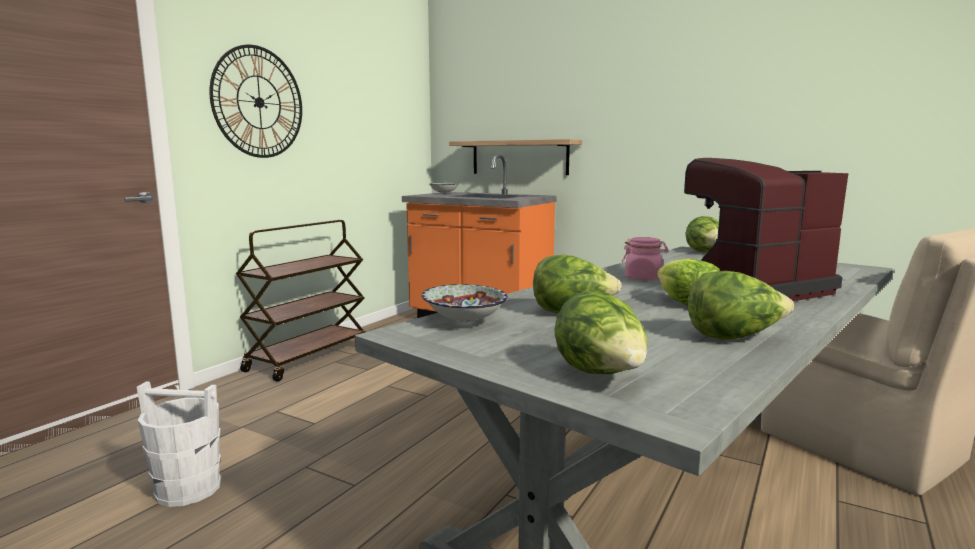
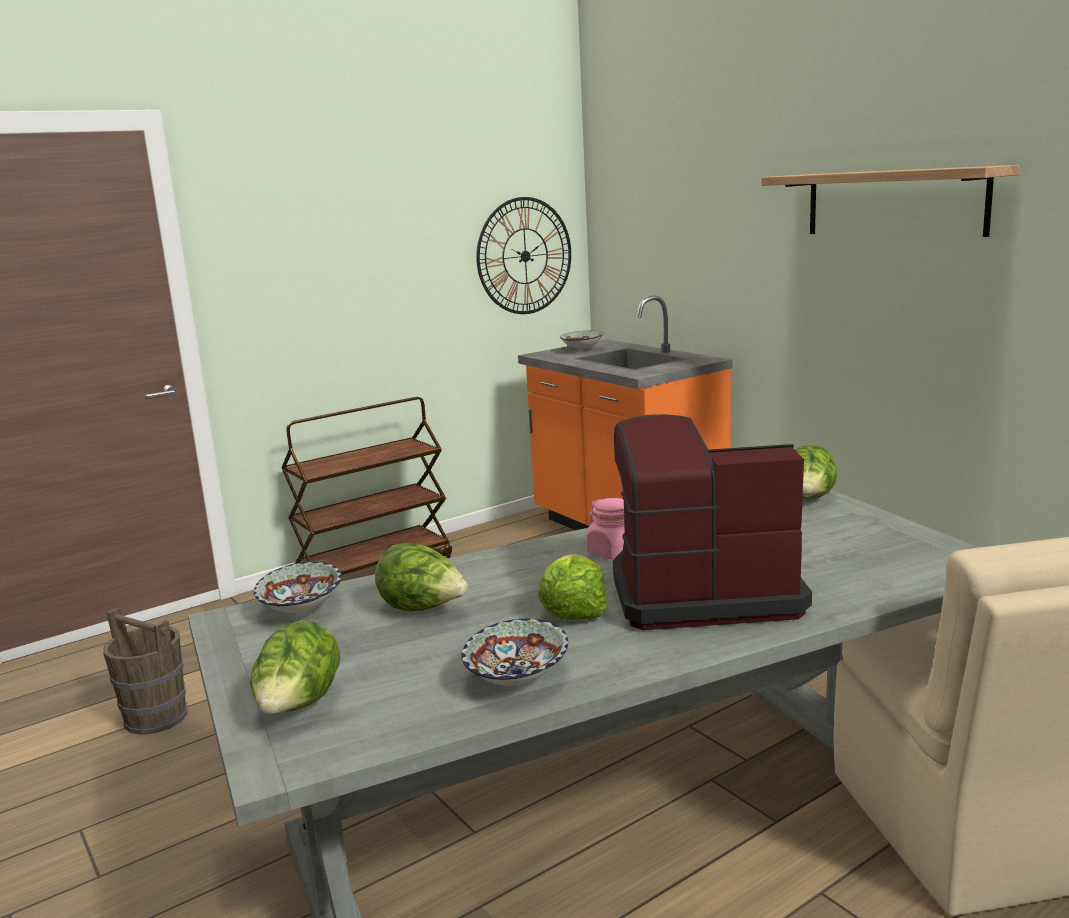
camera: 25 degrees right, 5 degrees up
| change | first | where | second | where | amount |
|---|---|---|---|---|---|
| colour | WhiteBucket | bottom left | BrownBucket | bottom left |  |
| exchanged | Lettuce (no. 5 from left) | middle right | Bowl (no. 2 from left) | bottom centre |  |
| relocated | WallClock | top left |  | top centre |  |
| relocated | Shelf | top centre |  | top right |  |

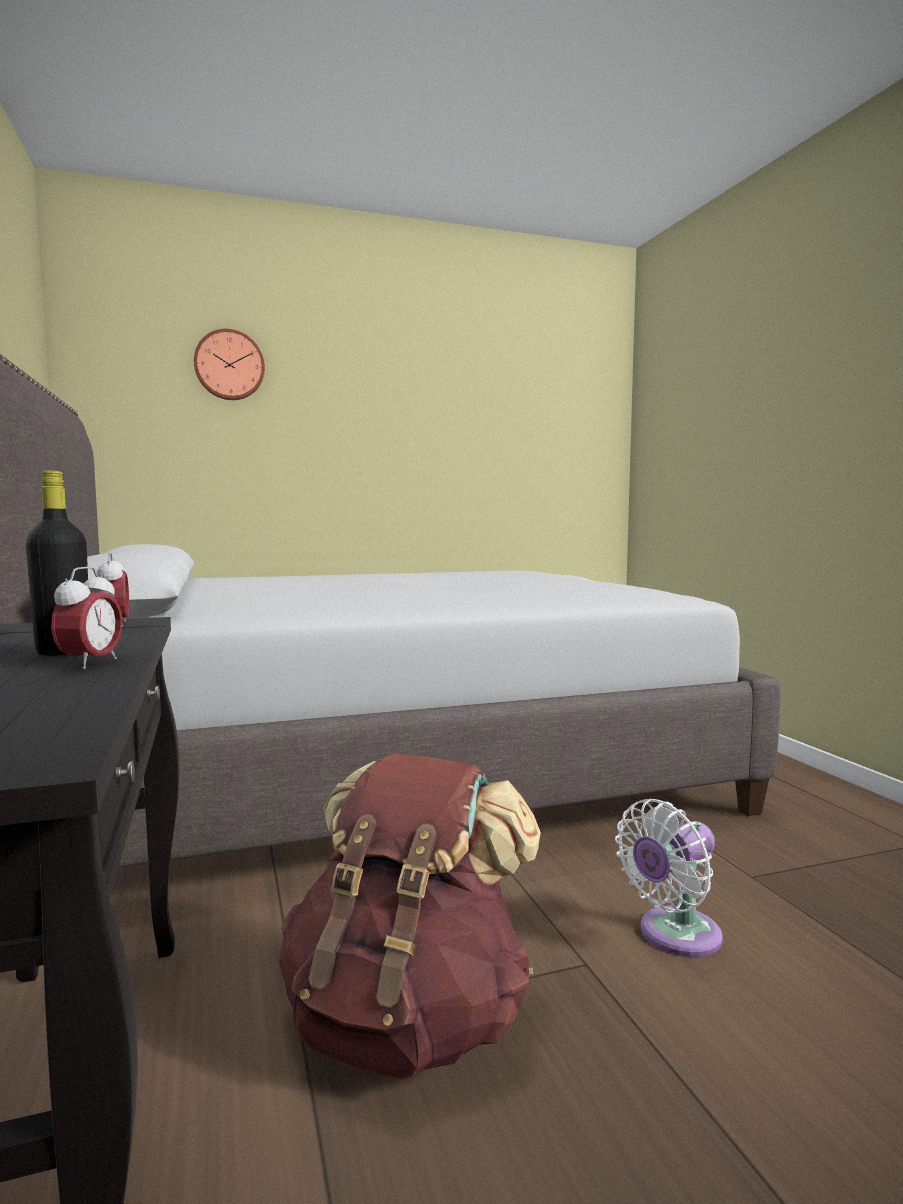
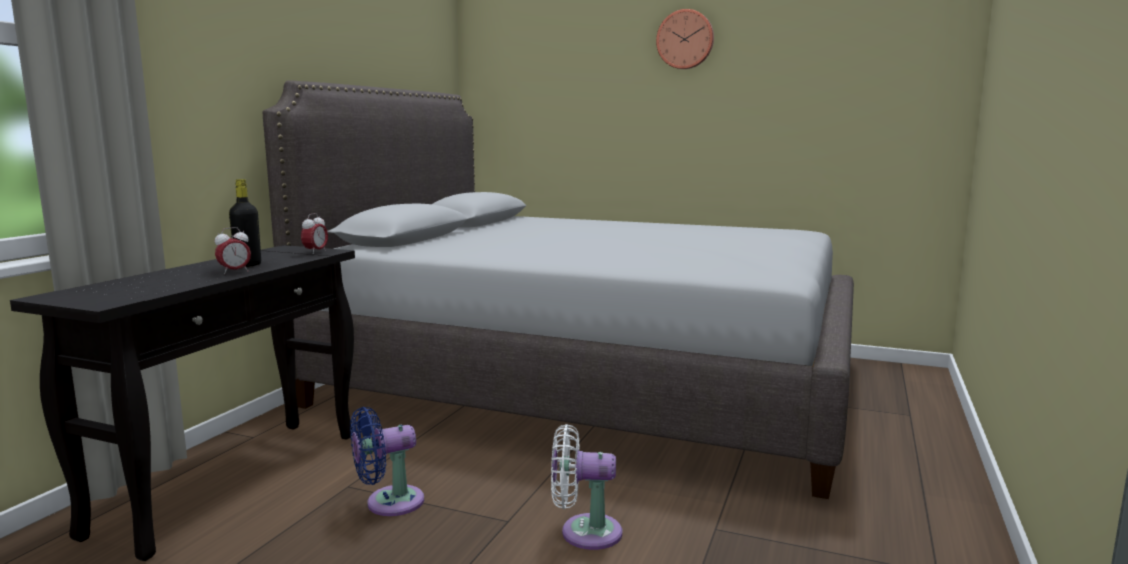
camera: 40 degrees right, 5 degrees up
| change | first | where | second | where | amount |
|---|---|---|---|---|---|
| exchanged | BrownBackpack | bottom centre | BlueFan | bottom centre |  |
| relocated | WallClock | top left |  | top centre |  |

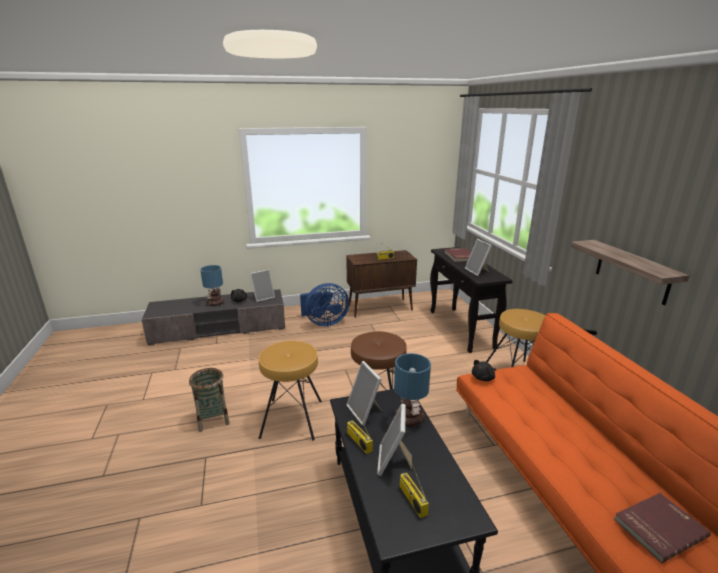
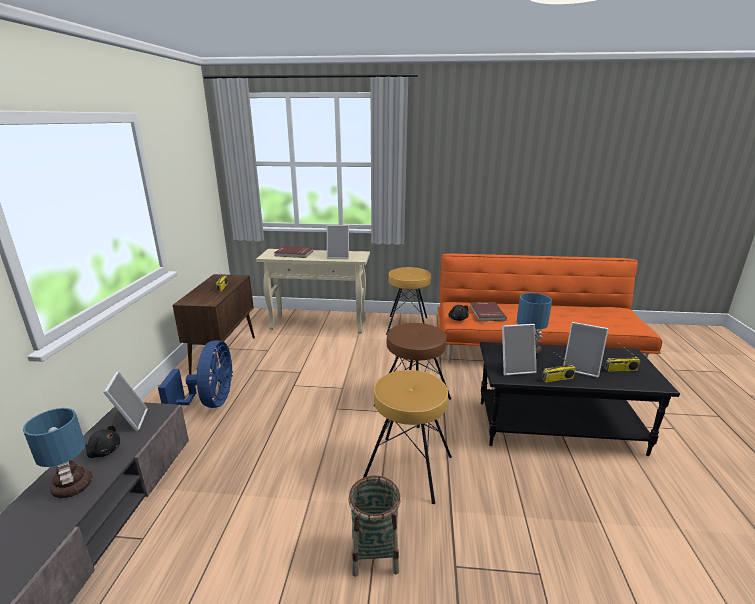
camera: 70 degrees left, 0 degrees up
| change | first | where | second | where | amount |
|---|---|---|---|---|---|
| colour | BlackConsoleTable | centre | BeigeConsoleTable | centre |  |
| relocated | RedBook (no. 2 from left) | bottom right |  | centre |  |
| missing | Shelf | middle right |  |  |  |

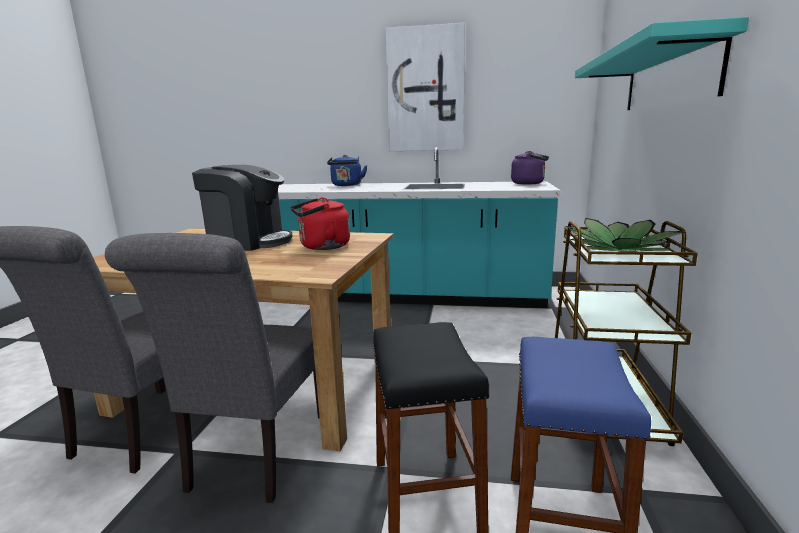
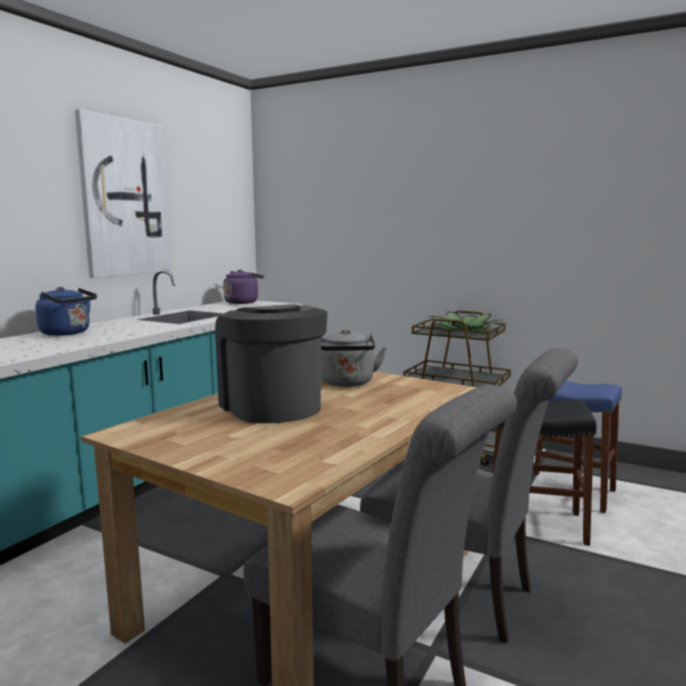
camera: 70 degrees left, 5 degrees down
| change | first | where | second | where | amount |
|---|---|---|---|---|---|
| spun | CoffeeMachine | middle left |  | centre | 60 degrees counterclockwise |
| colour | RedKettle | centre | GreyKettle | centre |  |
| missing | TurquoiseShelf | top right |  |  |  |

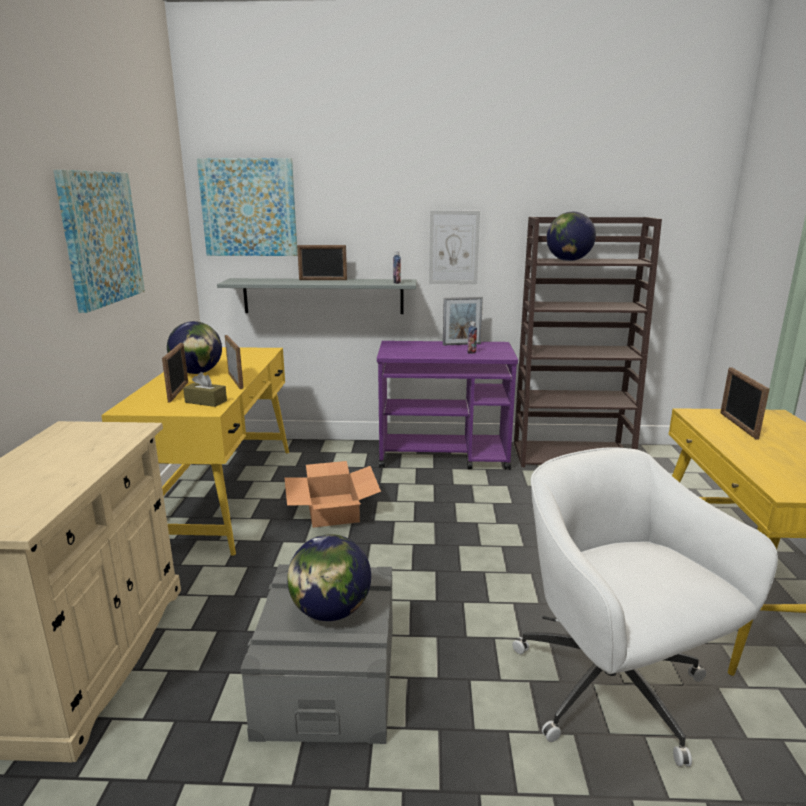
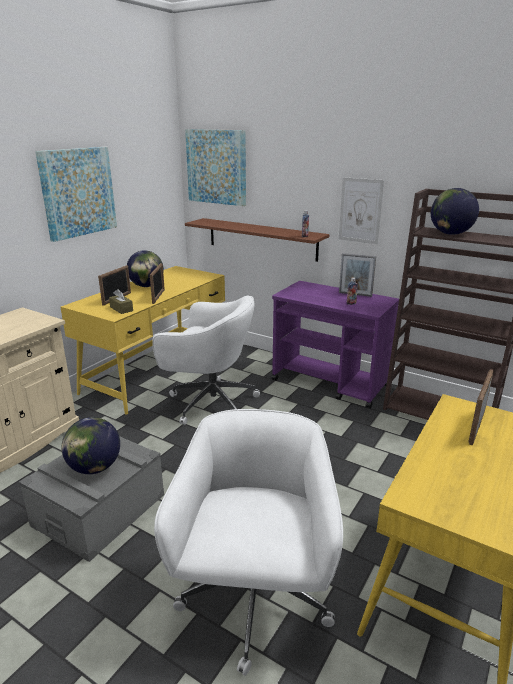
camera: 30 degrees right, 5 degrees up
| change | first | where | second | where | amount |
|---|---|---|---|---|---|
| exchanged | CardboardBox | centre | WhiteOfficeChair (no. 1 from left) | centre |  |
| colour | GreyShelf | centre | BrownShelf | centre |  |
| missing | PictureFrame (no. 3 from left) | top centre |  |  |  |

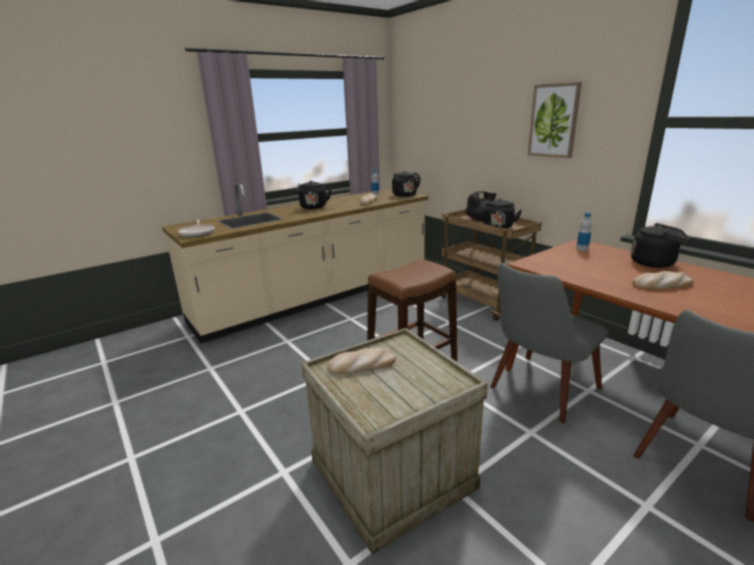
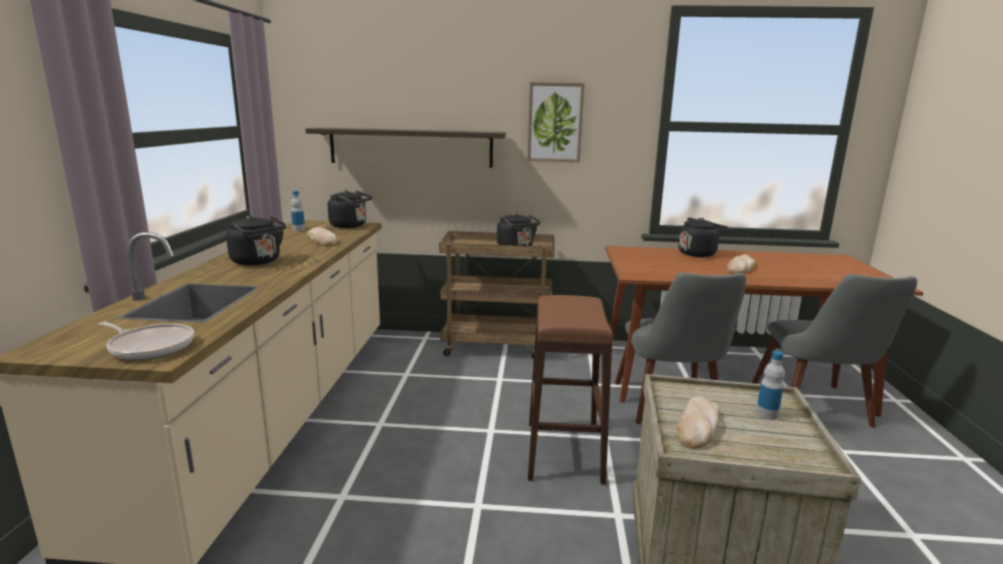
camera: 50 degrees left, 5 degrees down
| change | first | where | second | where | amount |
|---|---|---|---|---|---|
| appeared |  |  | Shelf | top centre |  |
| relocated | Bottle (no. 2 from left) | middle right |  | bottom right |  |
| missing | BlackTeapot | centre |  |  |  |

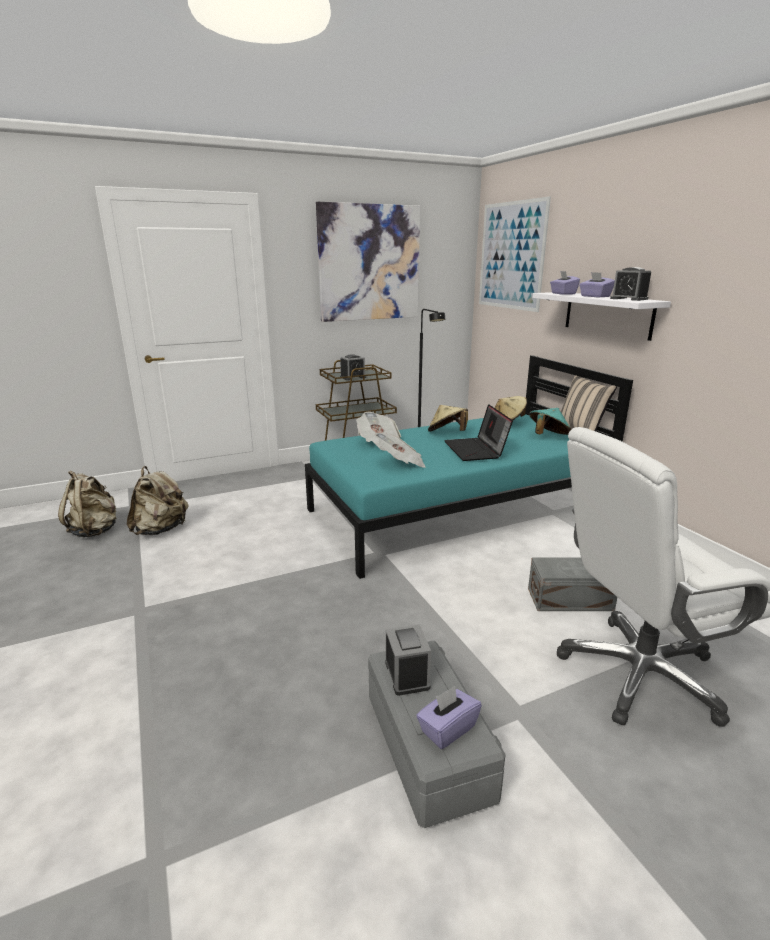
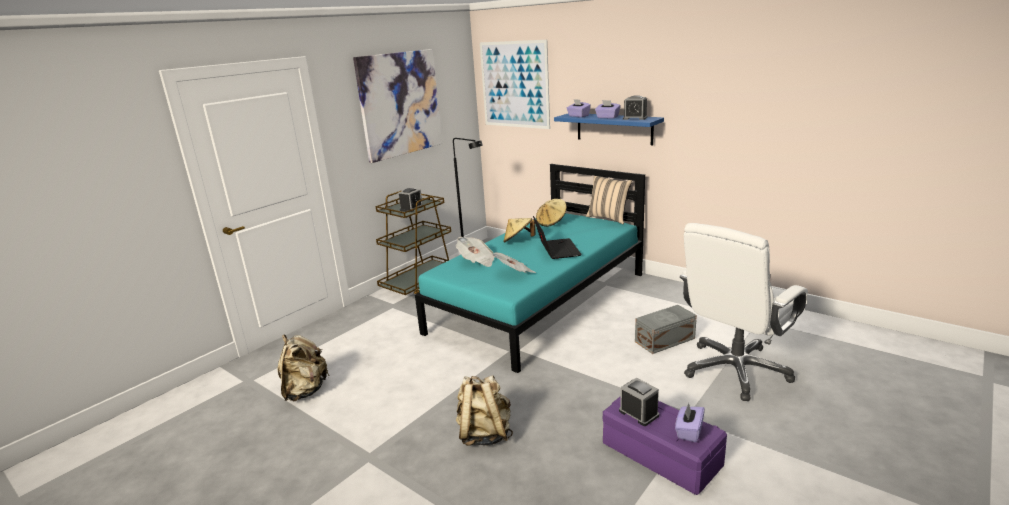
camera: 25 degrees left, 0 degrees up
| change | first | where | second | where | amount |
|---|---|---|---|---|---|
| relocated | BeigeBackpack (no. 1 from left in the first image) | middle left | BeigeBackpack (no. 2 from left) | bottom centre |  |
| spun | Laptop | centre |  | centre | 150 degrees counterclockwise |
| colour | WhiteShelf | middle right | BlueShelf | top centre |  |
| colour | GreyStorageBox (no. 1 from left) | bottom centre | PurpleStorageBox | bottom centre |  |
| missing | TurquoiseHat | middle right |  |  |  |

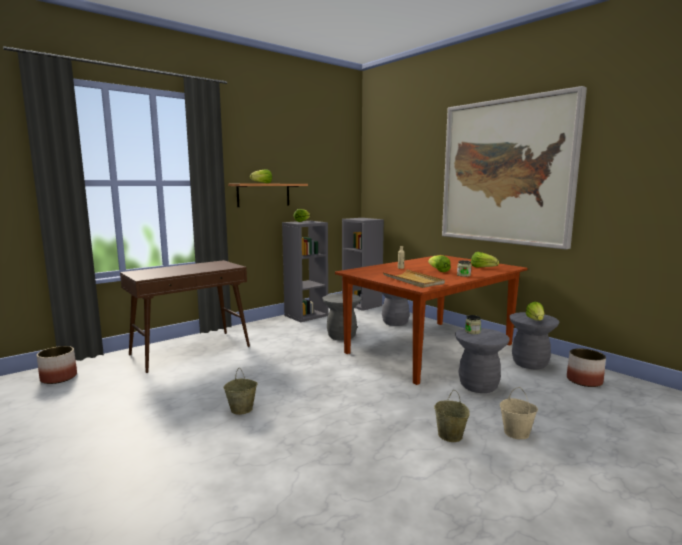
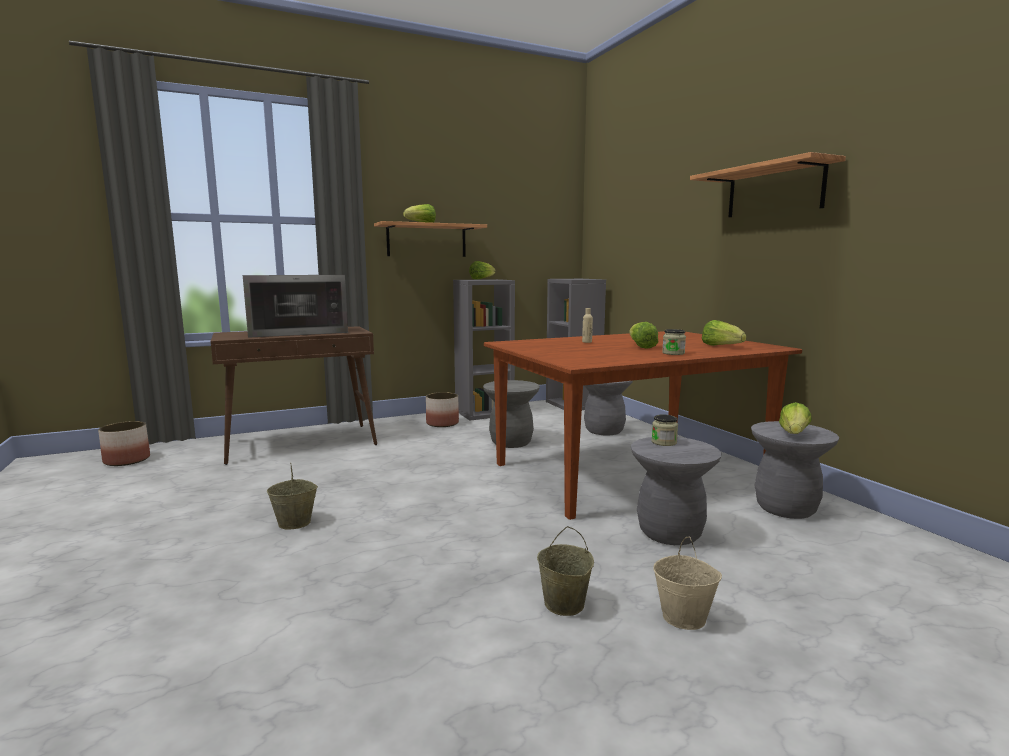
camera: 15 degrees right, 0 degrees up
| change | first | where | second | where | amount |
|---|---|---|---|---|---|
| appeared |  |  | Microwave | middle left |  |
| relocated | Planter (no. 2 from left) | bottom right |  | centre |  |
| exchanged | Picture | top right | Shelf (no. 2 from left) | top right |  |
| missing | BeigeTray | centre |  |  |  |

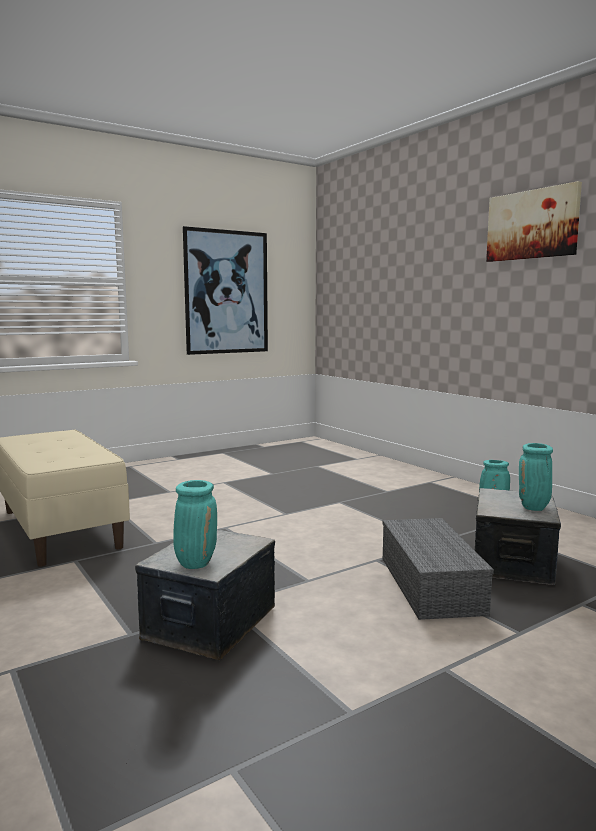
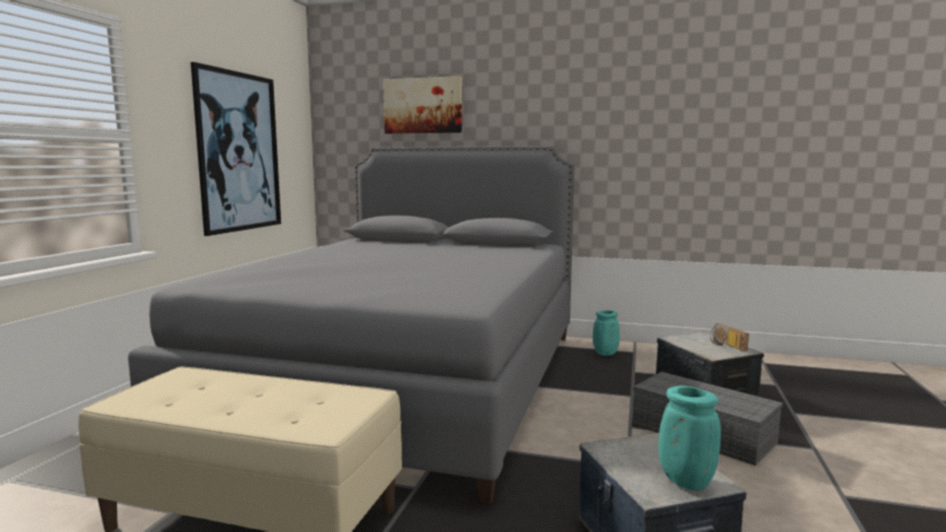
camera: 40 degrees left, 0 degrees up
| change | first | where | second | where | amount |
|---|---|---|---|---|---|
| appeared |  |  | GreyBed | centre |  |
| relocated | Picture (no. 2 from left) | top right |  | top centre |  |
| exchanged | TurquoiseVase (no. 3 from left) | middle right | Radio | middle right |  |

